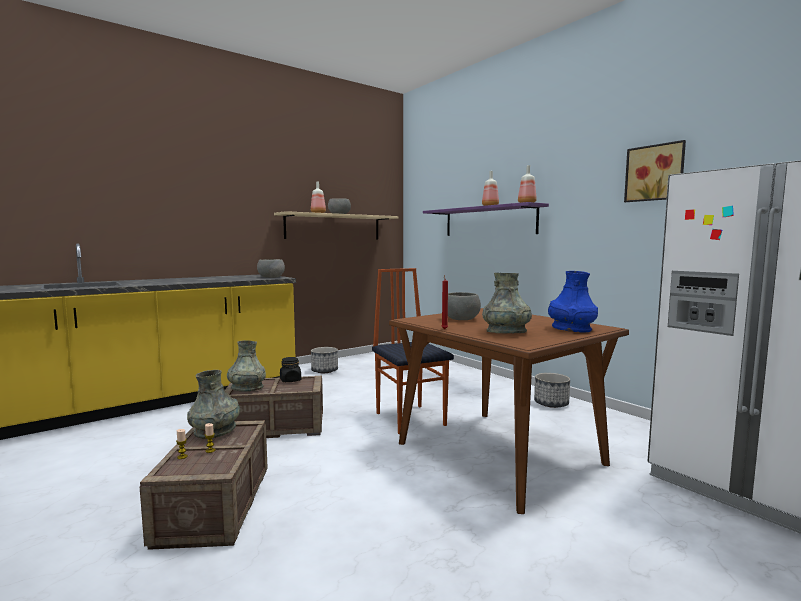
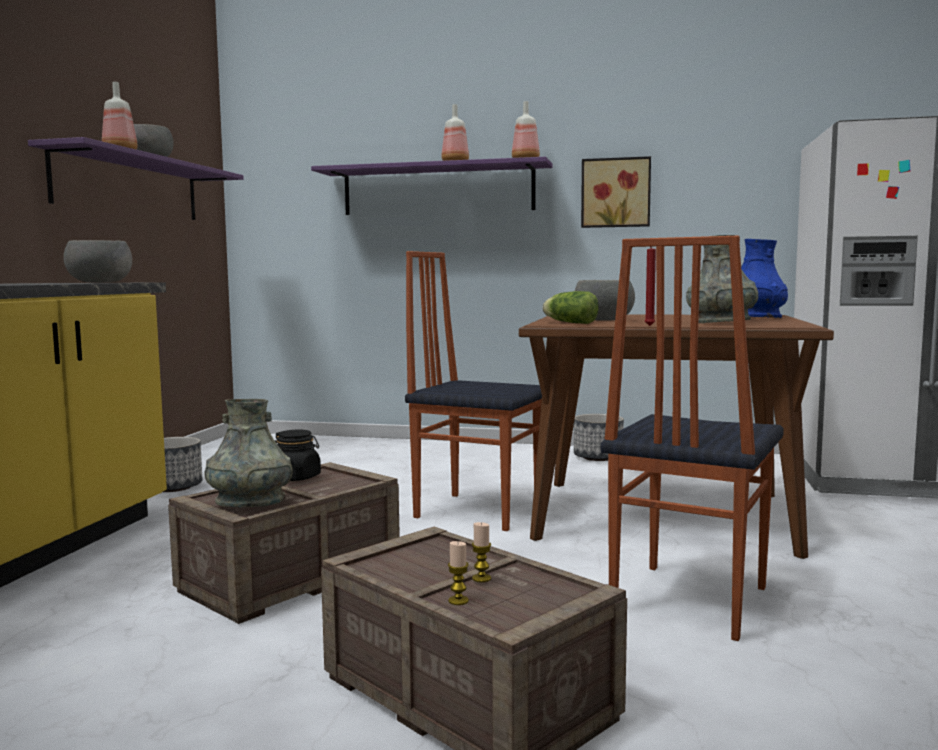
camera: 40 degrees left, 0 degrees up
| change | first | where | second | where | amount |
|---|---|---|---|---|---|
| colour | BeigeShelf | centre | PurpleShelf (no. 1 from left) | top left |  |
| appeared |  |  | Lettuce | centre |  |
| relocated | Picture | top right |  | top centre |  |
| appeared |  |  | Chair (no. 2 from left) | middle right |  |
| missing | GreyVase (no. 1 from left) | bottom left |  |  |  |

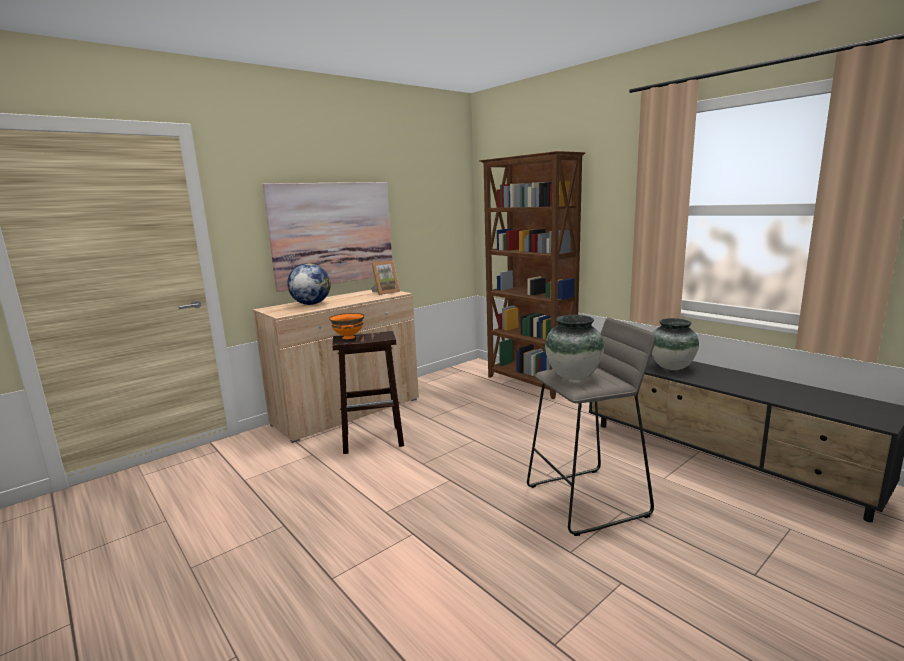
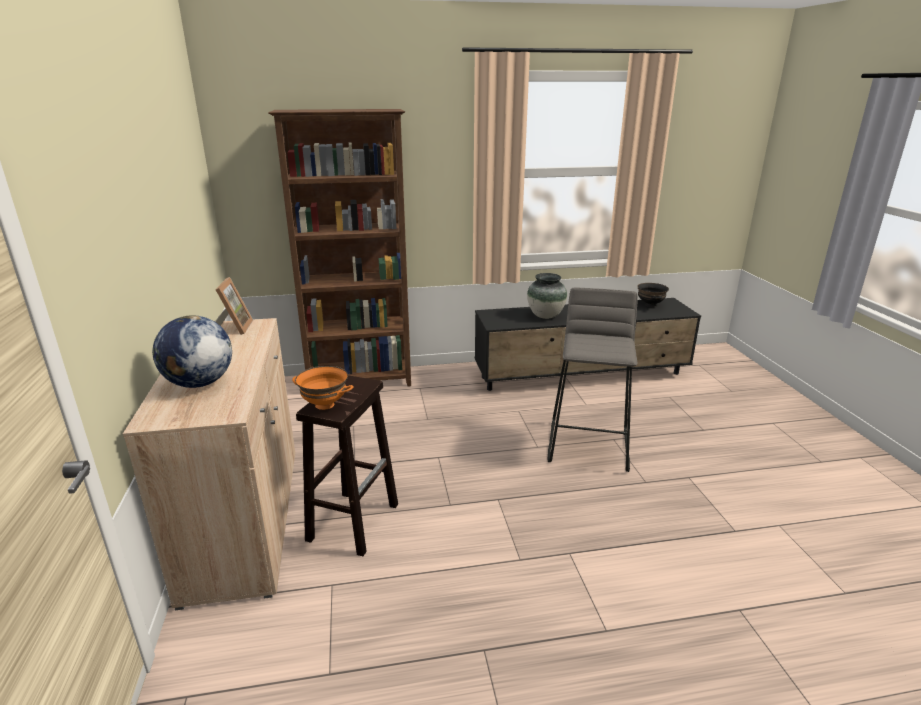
camera: 60 degrees left, 10 degrees up
| change | first | where | second | where | amount |
|---|---|---|---|---|---|
| appeared |  |  | BlackBowl | middle right |  |
| missing | Picture | centre |  |  |  |
| missing | Vase (no. 1 from left) | centre |  |  |  |

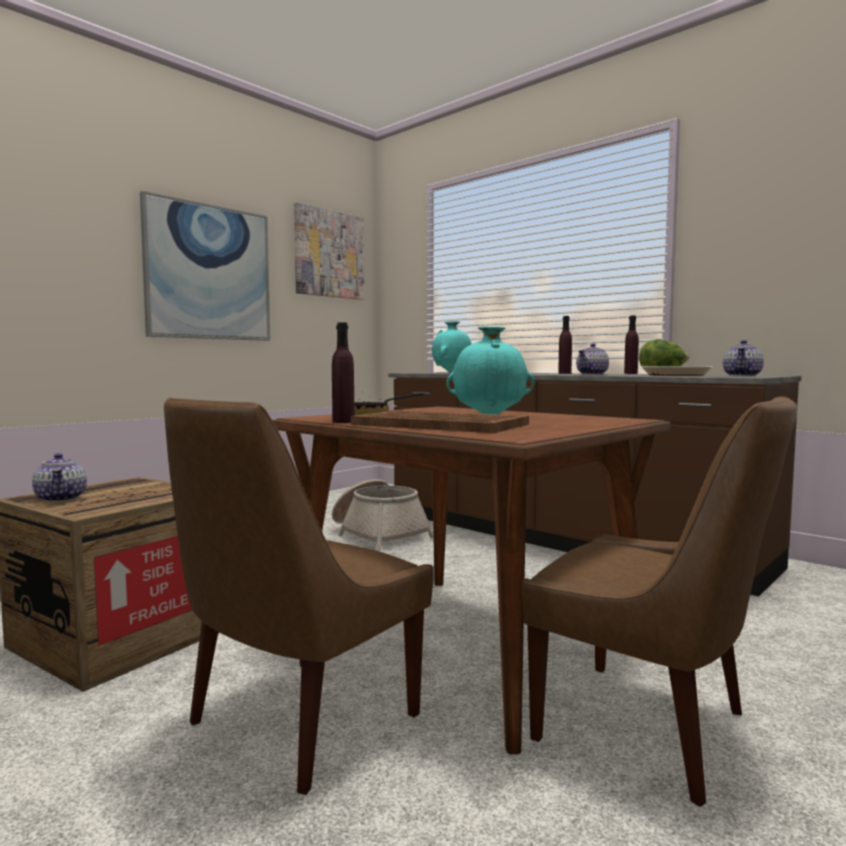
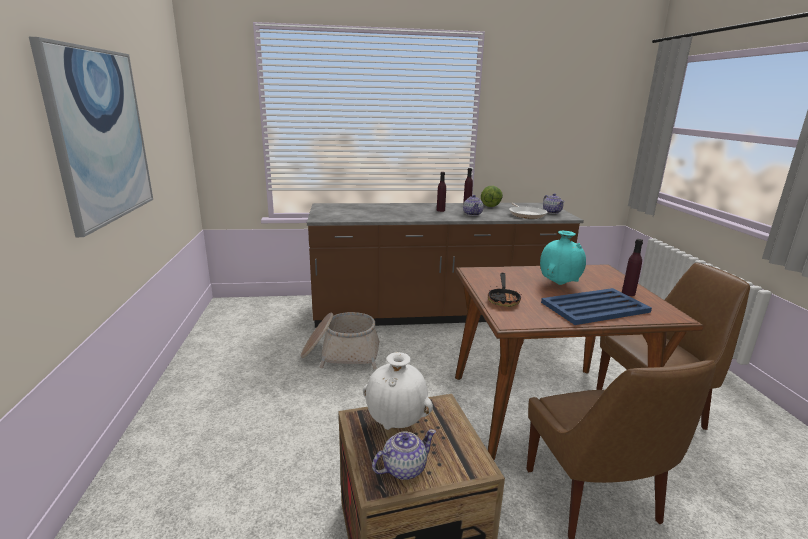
camera: 50 degrees left, 15 degrees up
| change | first | where | second | where | amount |
|---|---|---|---|---|---|
| appeared |  |  | WhiteVase | bottom centre |  |
| spun | Teapot (no. 1 from left) | middle left |  | bottom centre | 45 degrees counterclockwise |
| colour | BrownTray | centre | BlueTray | middle right |  |
| relocated | PurpleBottle (no. 1 from left in the first image) | centre | PurpleBottle (no. 3 from left) | middle right |  |
| missing | Picture (no. 2 from left) | top centre |  |  |  |
| missing | TurquoiseVase (no. 1 from left) | centre |  |  |  |

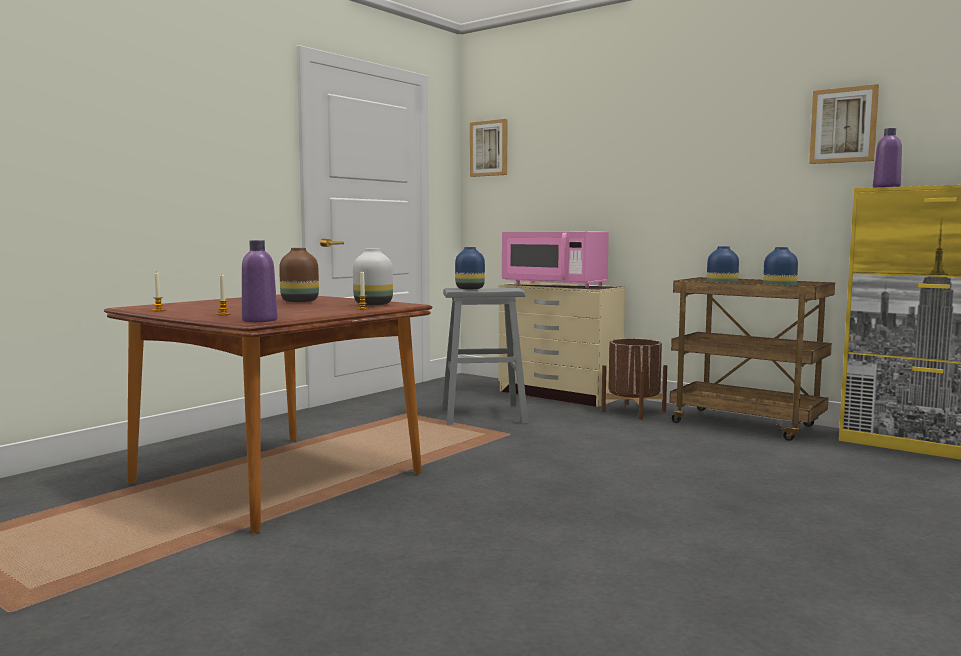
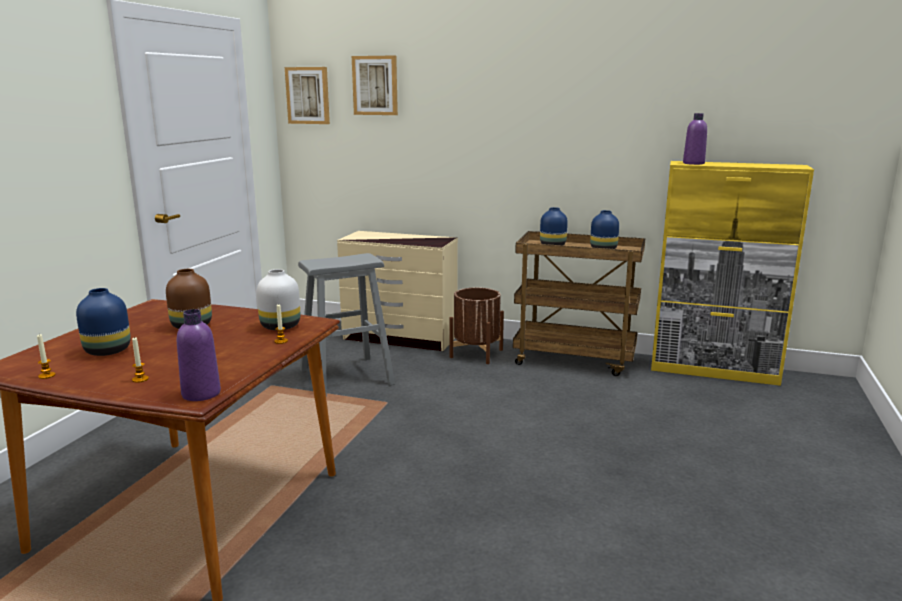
camera: 20 degrees left, 10 degrees up
| change | first | where | second | where | amount |
|---|---|---|---|---|---|
| relocated | BlueVase (no. 1 from left) | centre |  | middle left |  |
| relocated | Picture (no. 2 from left) | top right |  | top centre |  |
| missing | PinkMicrowave | centre |  |  |  |

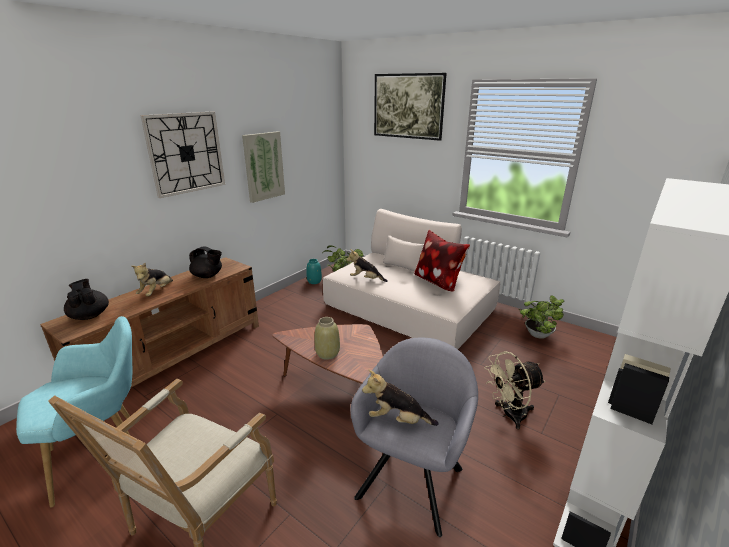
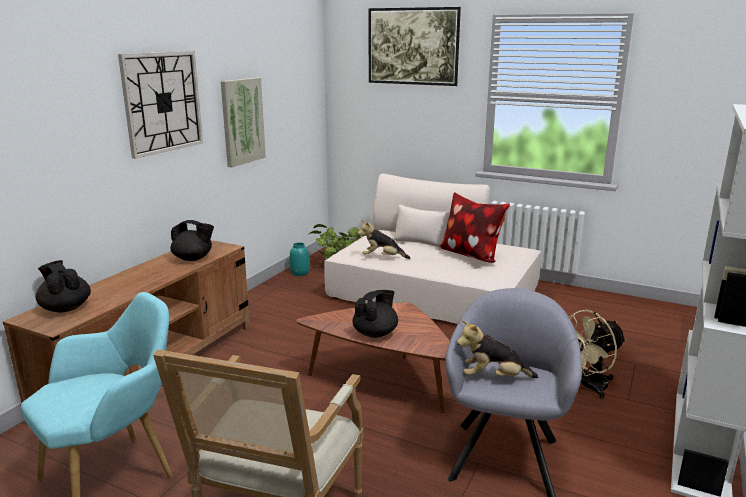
camera: 10 degrees left, 5 degrees down
| change | first | where | second | where | amount |
|---|---|---|---|---|---|
| exchanged | BeigeVase | centre | BlackTeapot (no. 3 from left) | centre |  |
| missing | PlushToy (no. 1 from left) | middle left |  |  |  |
| missing | PottedPlant (no. 2 from left) | middle right |  |  |  |

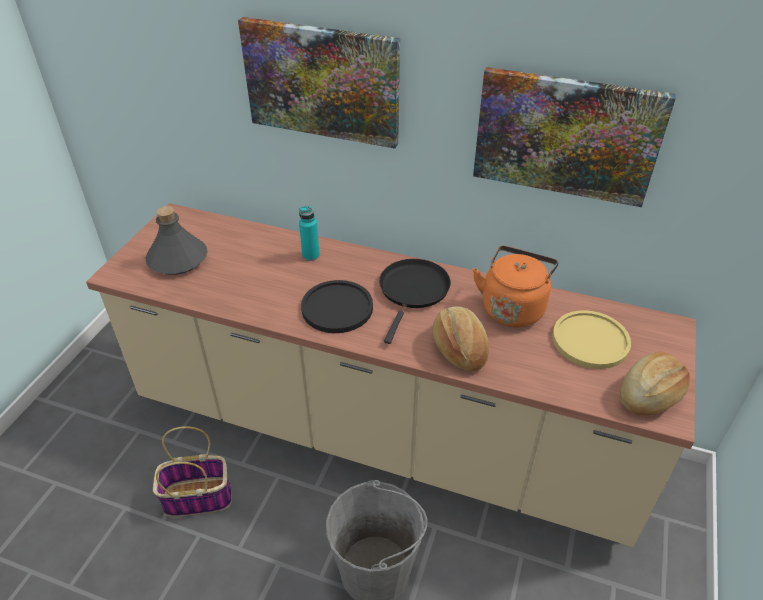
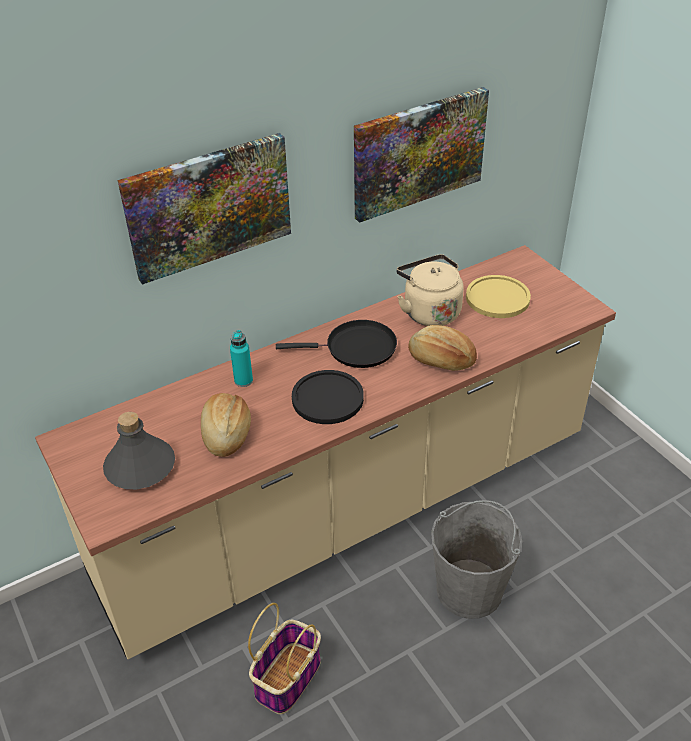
camera: 50 degrees left, 0 degrees up
| change | first | where | second | where | amount |
|---|---|---|---|---|---|
| relocated | Bread (no. 2 from left in the first image) | middle right | Bread (no. 1 from left) | middle left |  |
| spun | BlackFryingPan | centre |  | centre | 120 degrees clockwise |
| colour | OrangeKettle | middle right | BeigeKettle | centre |  |

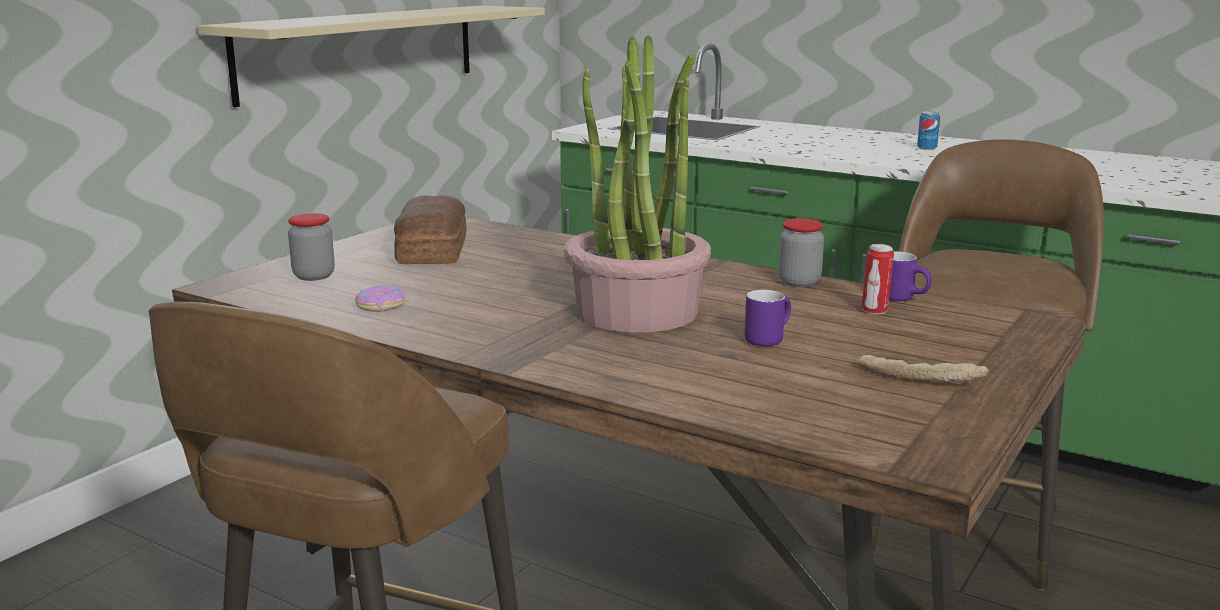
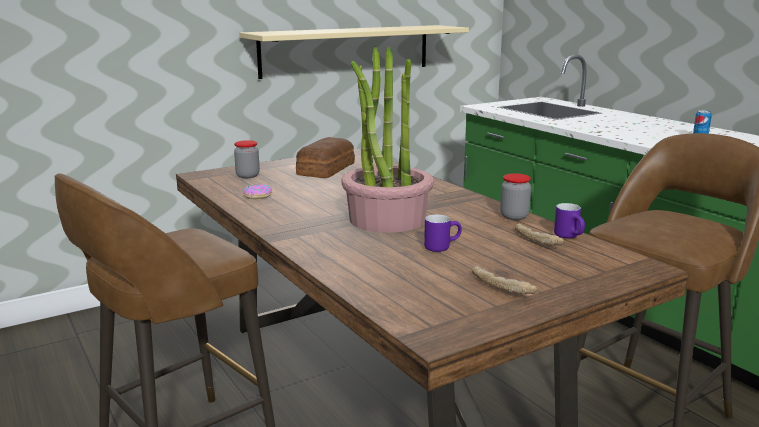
camera: 25 degrees right, 0 degrees up
| change | first | where | second | where | amount |
|---|---|---|---|---|---|
| exchanged | Can (no. 1 from left) | middle right | Bread (no. 3 from left) | middle right |  |

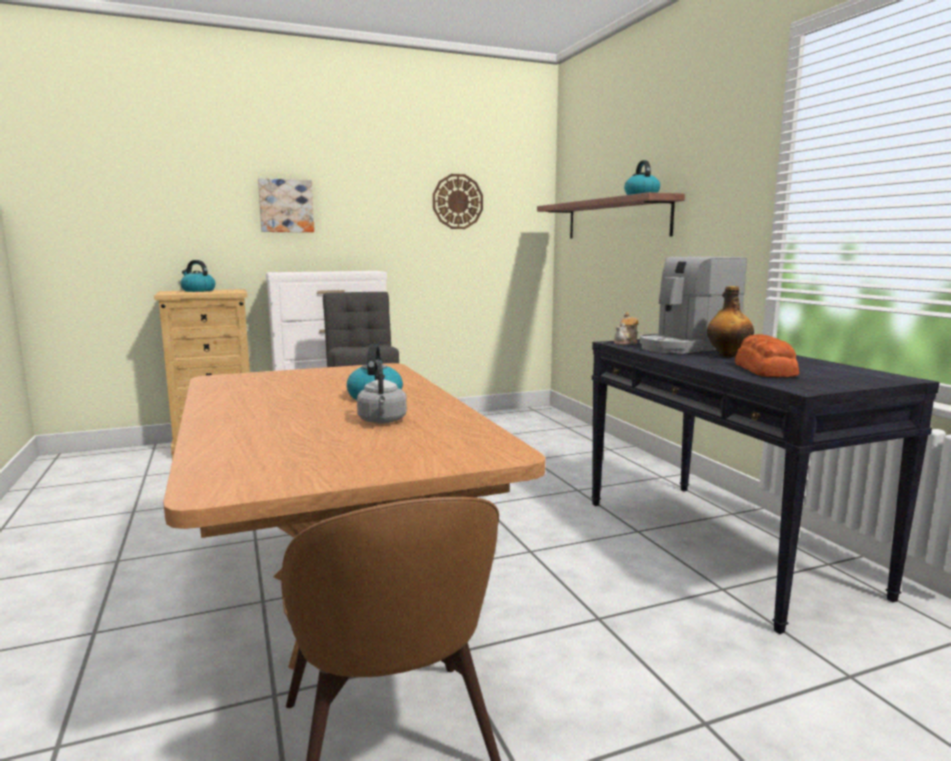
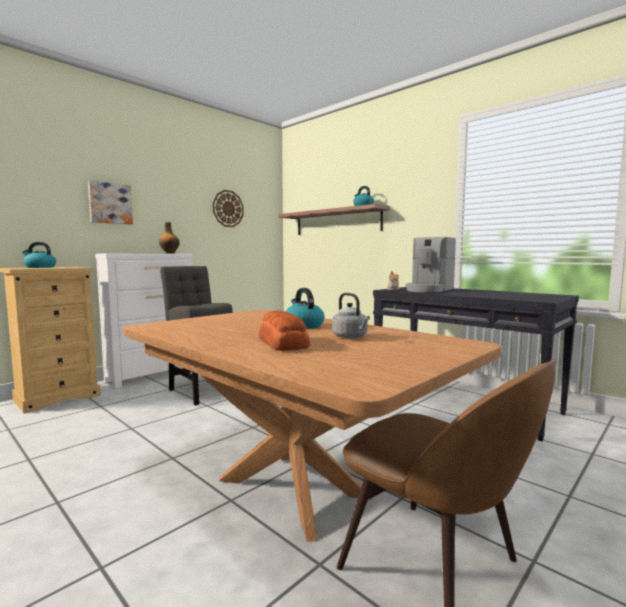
camera: 25 degrees left, 5 degrees down
| change | first | where | second | where | amount |
|---|---|---|---|---|---|
| relocated | Bottle | middle right |  | middle left |  |
| relocated | Bread | middle right |  | centre |  |

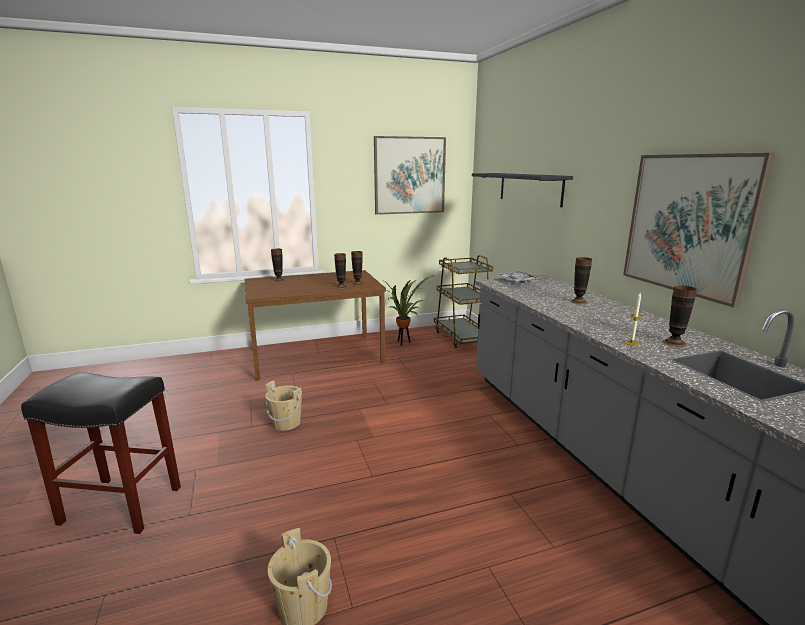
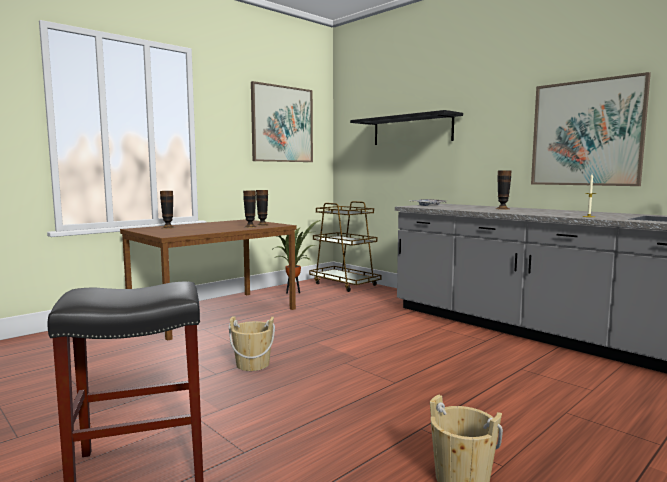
camera: 25 degrees left, 10 degrees down
| change | first | where | second | where | amount |
|---|---|---|---|---|---|
| missing | Vase (no. 5 from left) | middle right |  |  |  |

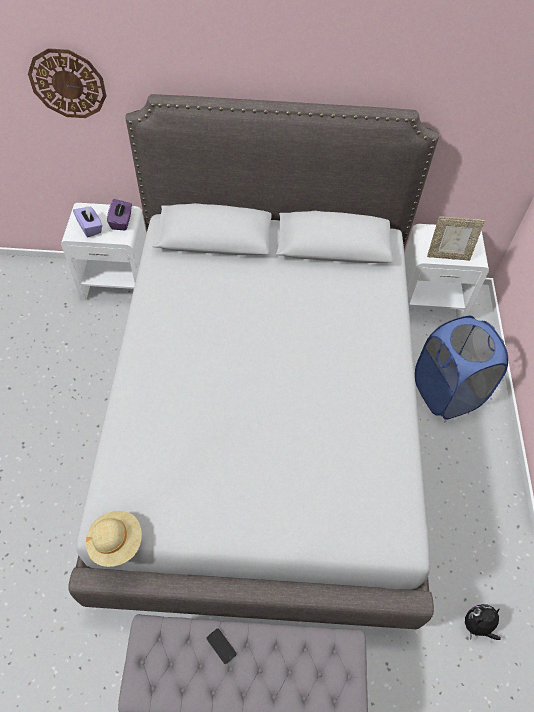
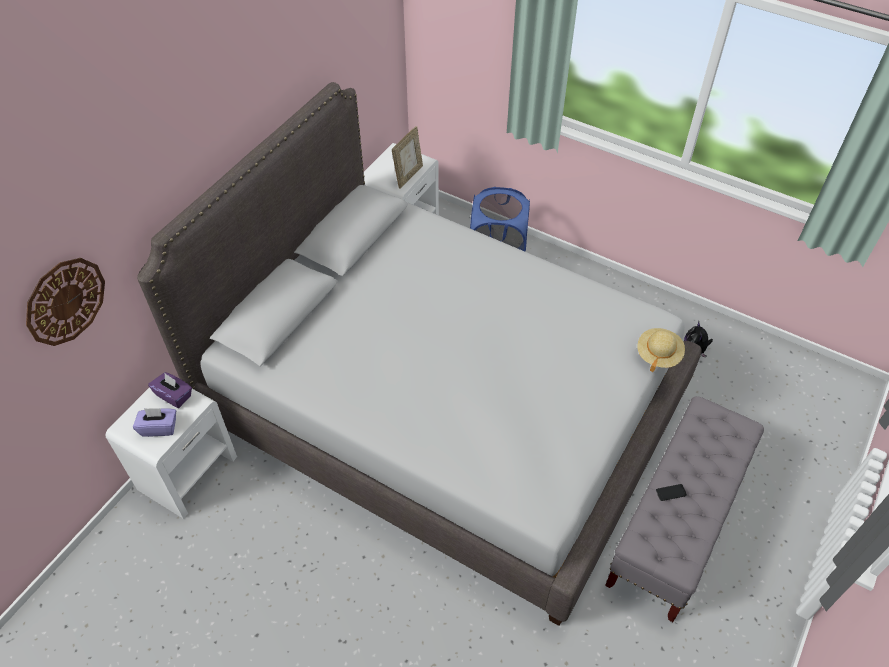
camera: 60 degrees left, 5 degrees down
| change | first | where | second | where | amount |
|---|---|---|---|---|---|
| relocated | BeigeHat | bottom left |  | middle right |  |

